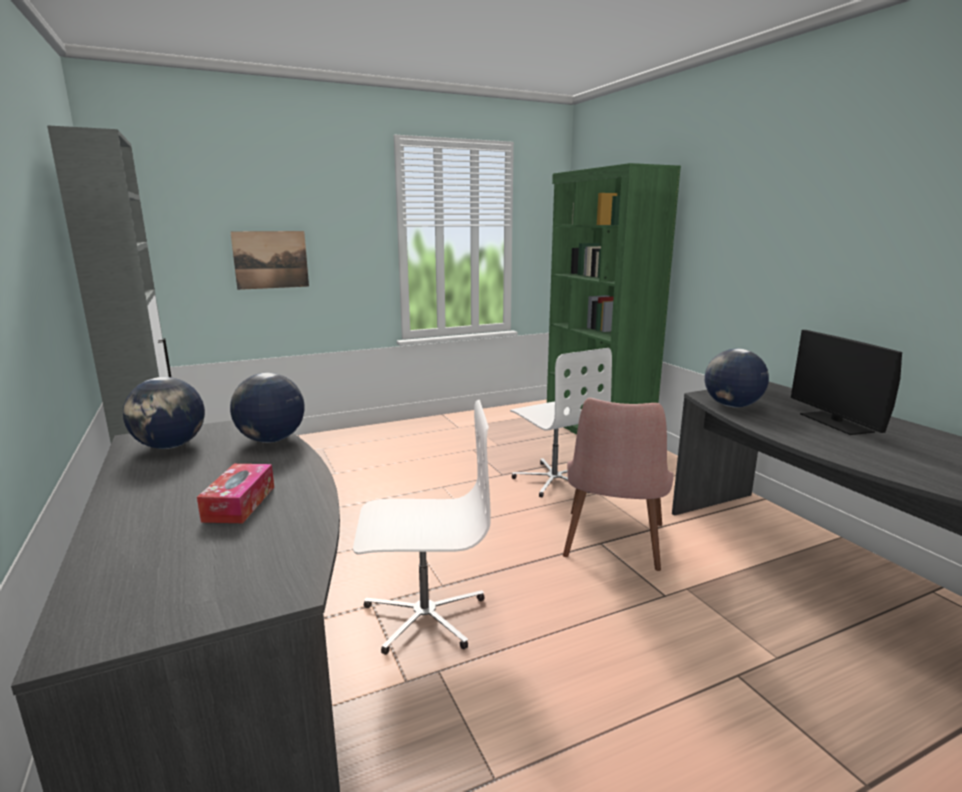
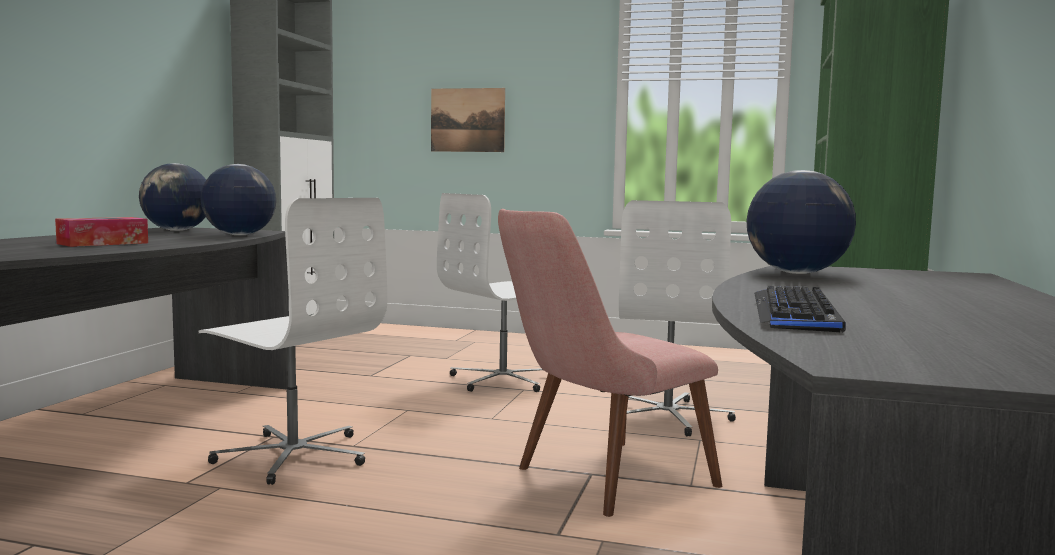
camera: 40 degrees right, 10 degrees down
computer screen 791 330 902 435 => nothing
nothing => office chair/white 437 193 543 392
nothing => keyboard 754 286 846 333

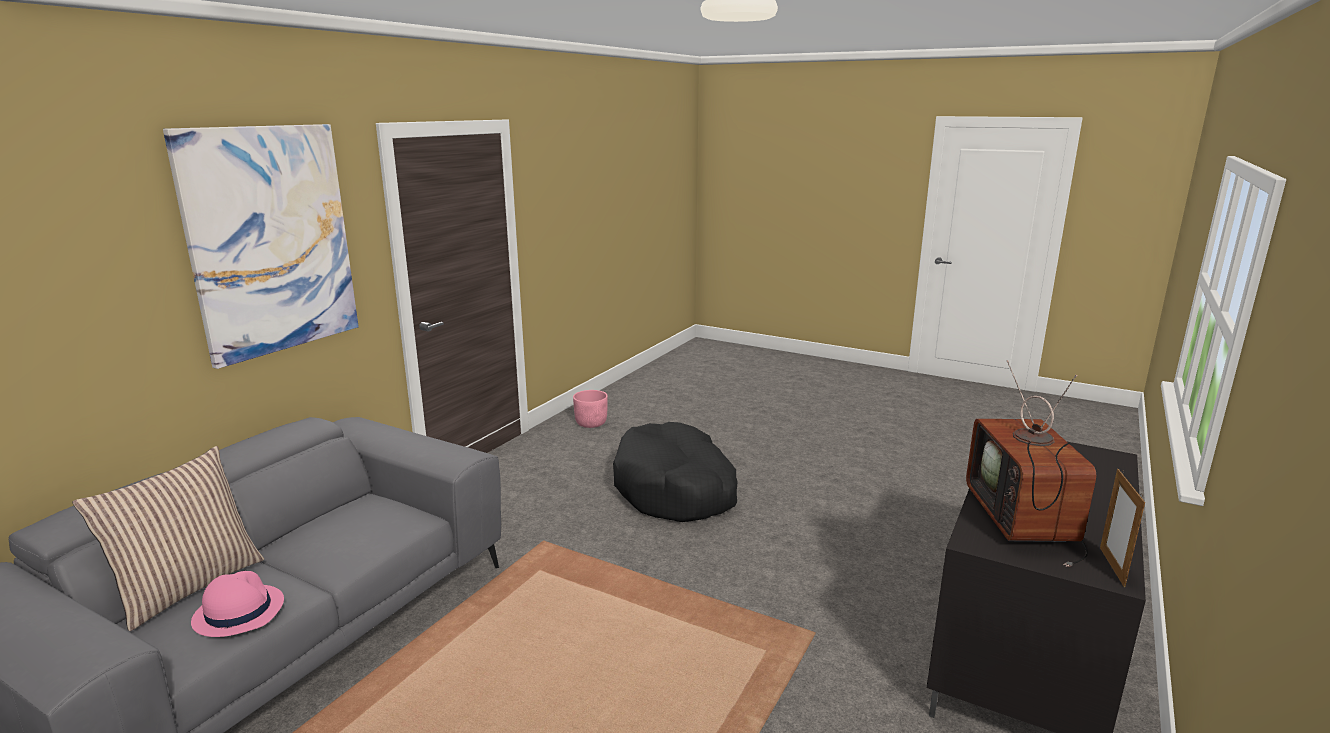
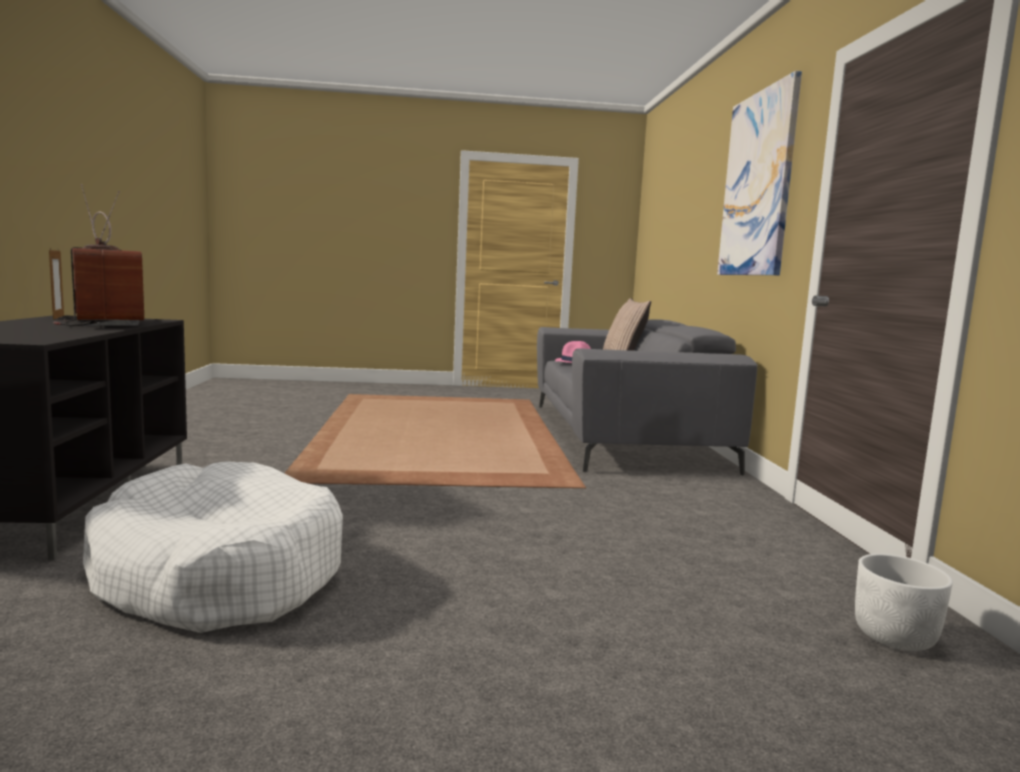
camera: 145 degrees right, 10 degrees down
dog bed/black 613 422 738 522 => nothing
nothing => dog bed/white 83 462 343 633
flower pot/pink 573 390 608 428 => flower pot/white 855 554 953 651

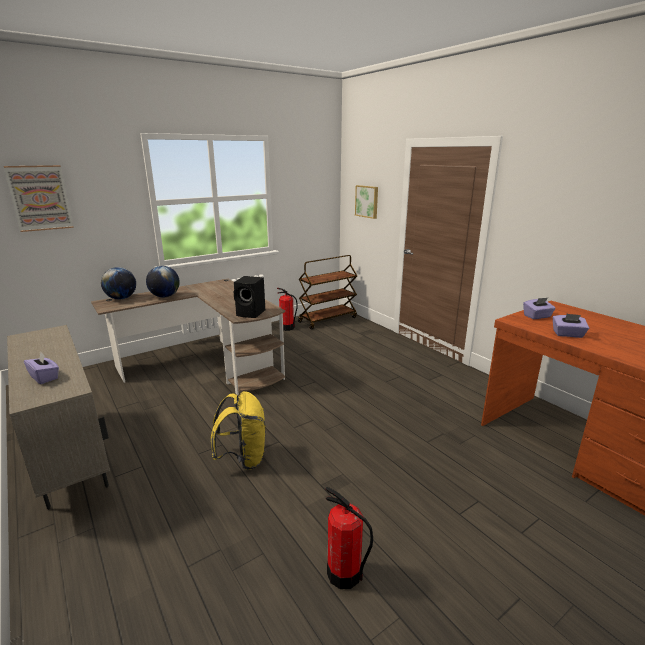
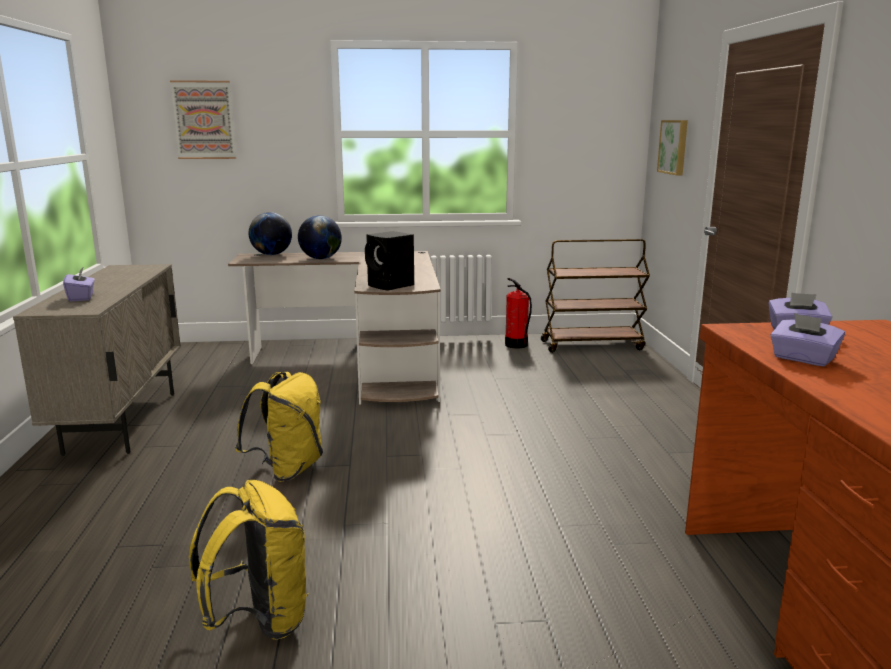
camera: 30 degrees right, 5 degrees down
extinguisher 325 487 373 589 => backpack/yellow-coloured 189 480 309 640

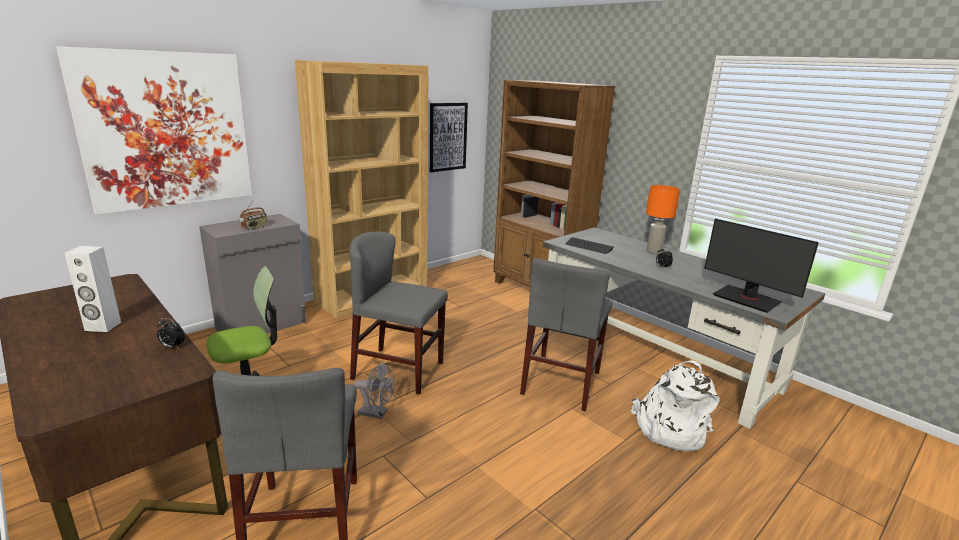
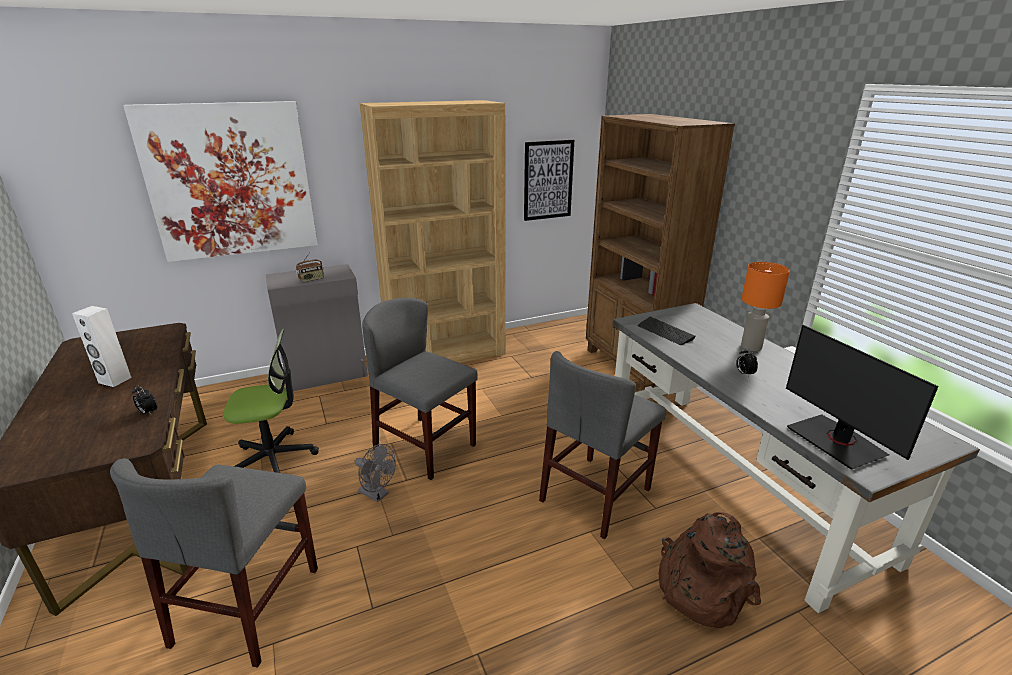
camera: 20 degrees right, 5 degrees up
backpack/white 631 361 720 452 => backpack/brown 658 512 761 628

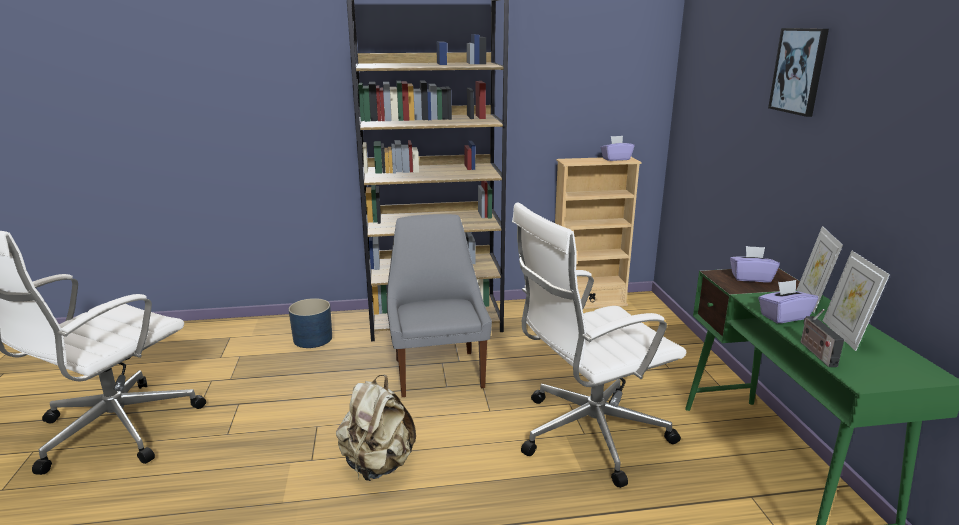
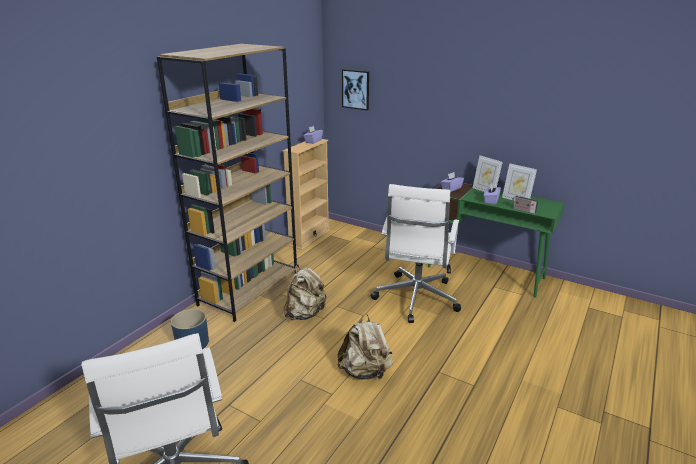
camera: 50 degrees left, 5 degrees up
wall art 768 28 829 117 => wall art 342 69 369 110, move
upright chair/gray 387 214 492 397 => backpack/beige-coloured 283 265 327 320

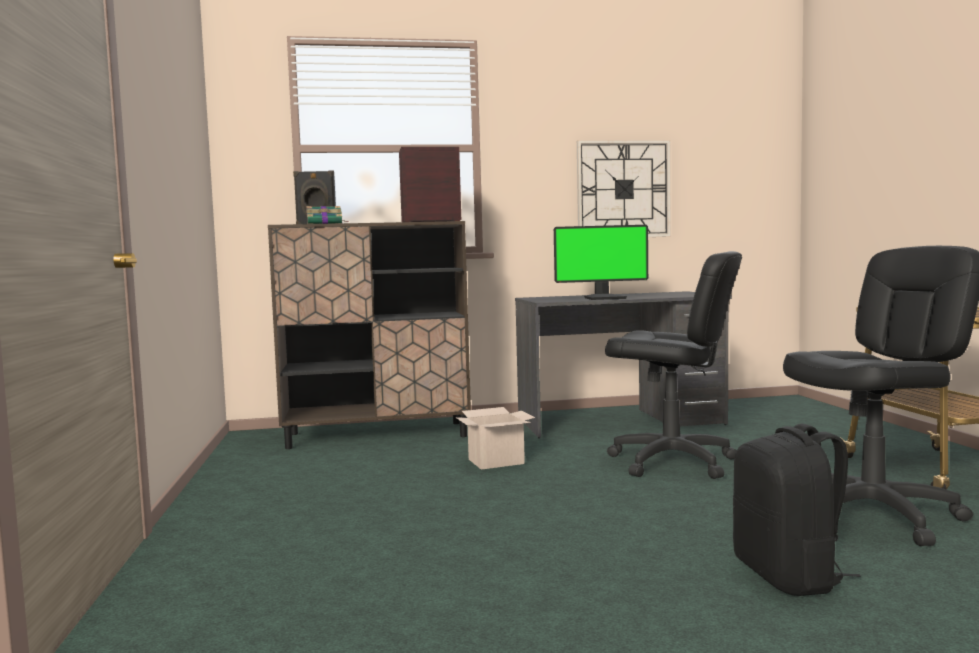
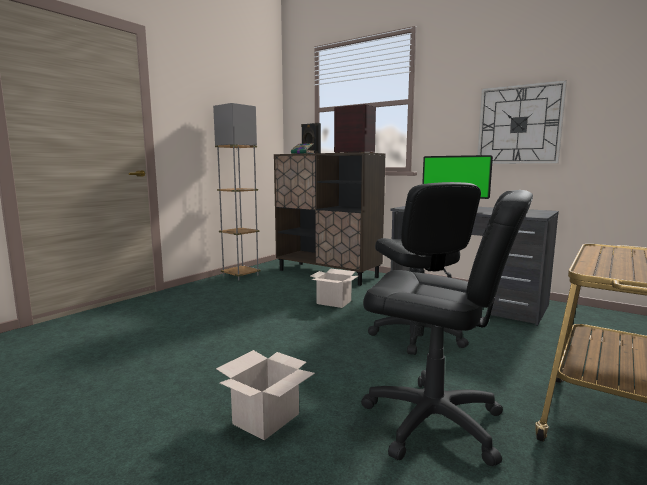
camera: 45 degrees right, 5 degrees up
nothing => standing lamp/gray 213 103 261 280
backpack/black 733 423 861 596 => carton 216 350 315 440

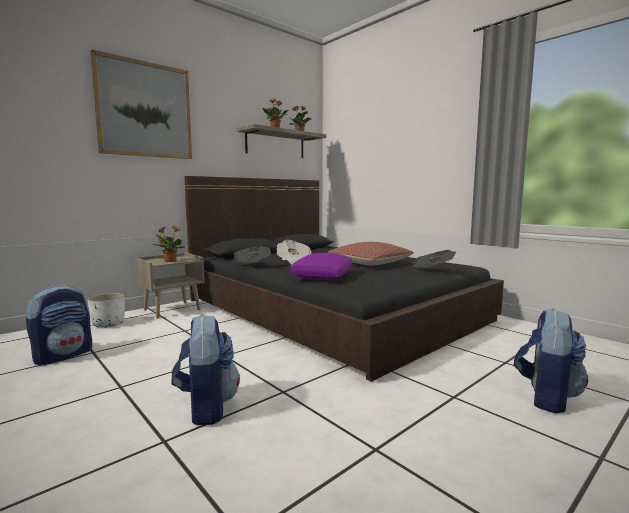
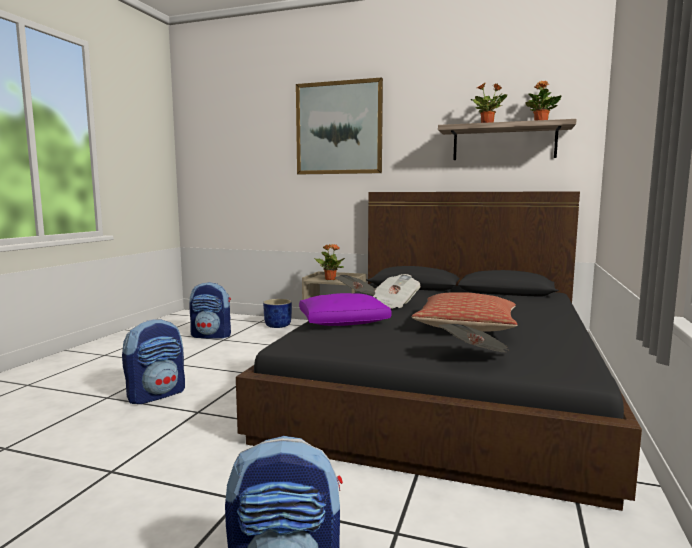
camera: 60 degrees right, 0 degrees up
flower pot/white 88 293 125 328 => flower pot/blue 263 299 292 328

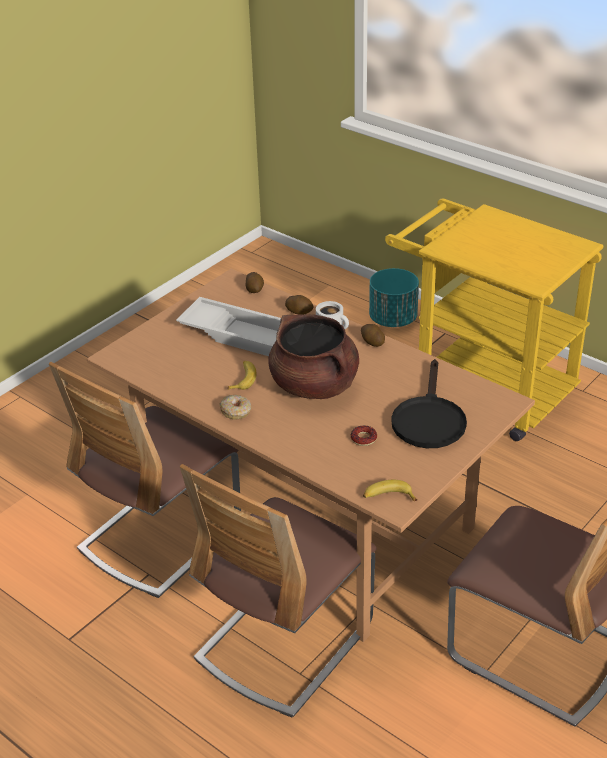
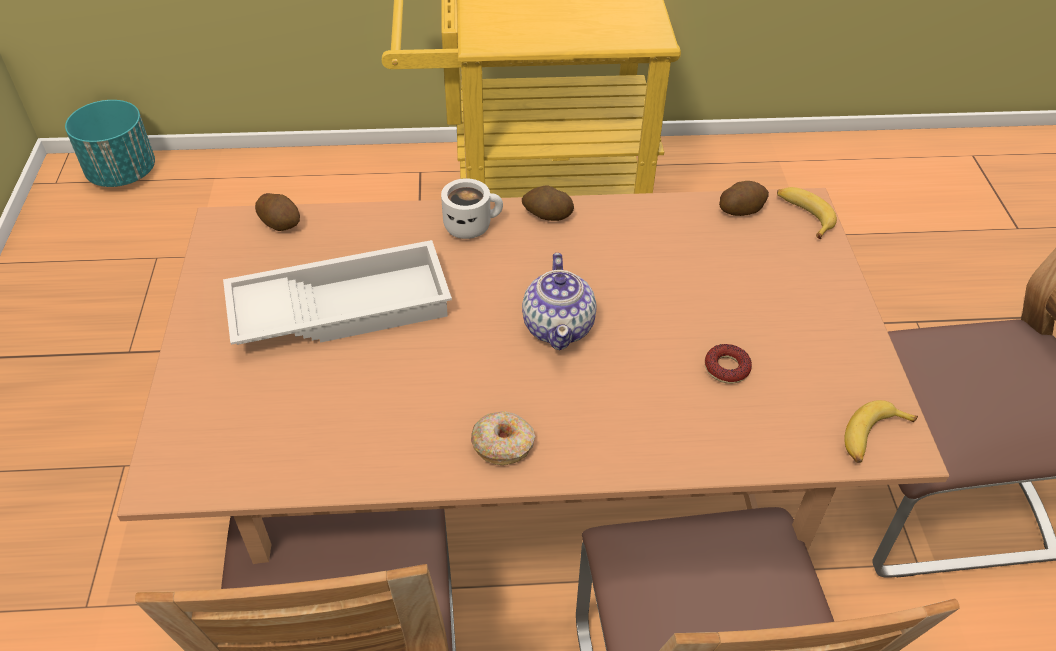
camera: 45 degrees left, 10 degrees up
pan/black 391 359 467 448 => nothing
banana 227 361 257 390 => banana 777 187 837 239, move
spud 285 295 314 315 => spud 719 181 769 216, move
flower pot/turquoise-coloured 369 268 419 327 => flower pot/turquoise-coloured 65 100 155 187, move
saucepot/brown 268 315 359 399 => teapot 522 253 597 350

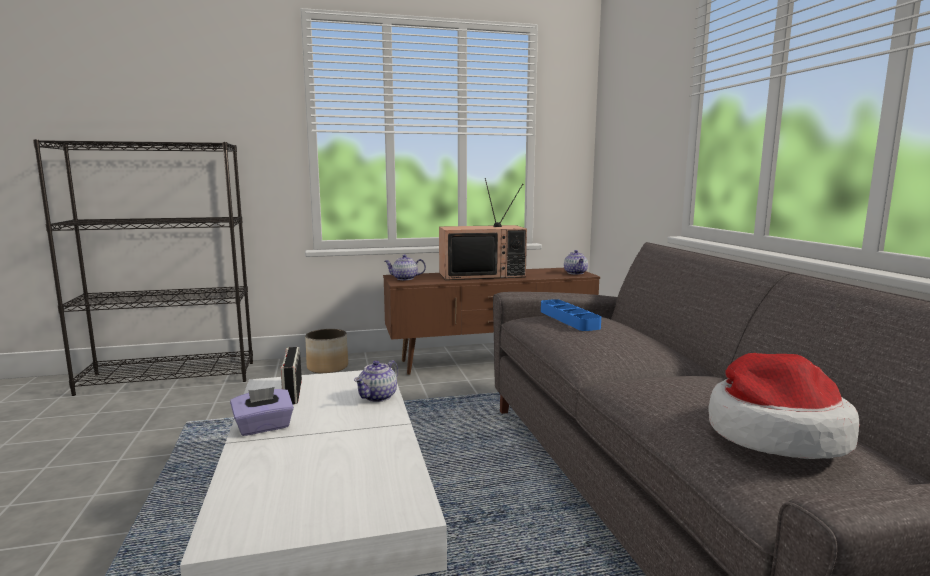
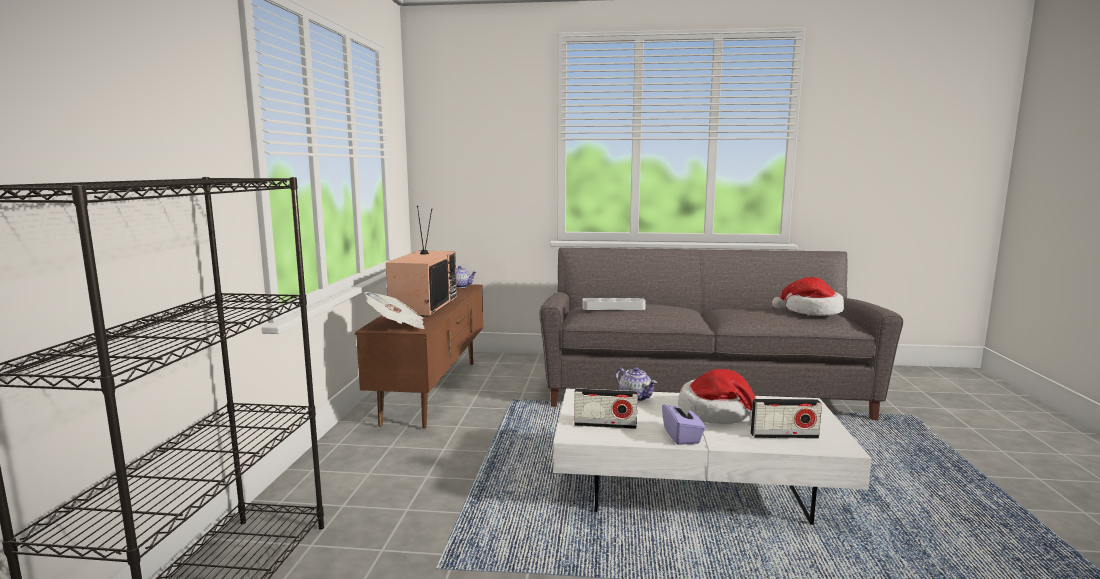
camera: 70 degrees left, 0 degrees up
flower pot 305 329 348 374 => nothing
nothing => clothing hat 678 369 756 424
nothing => radio receiver 751 399 822 438
teapot 384 254 426 280 => daily paper 365 292 424 329
carrying tray/blue 541 299 601 331 => carrying tray/gray 582 298 646 310

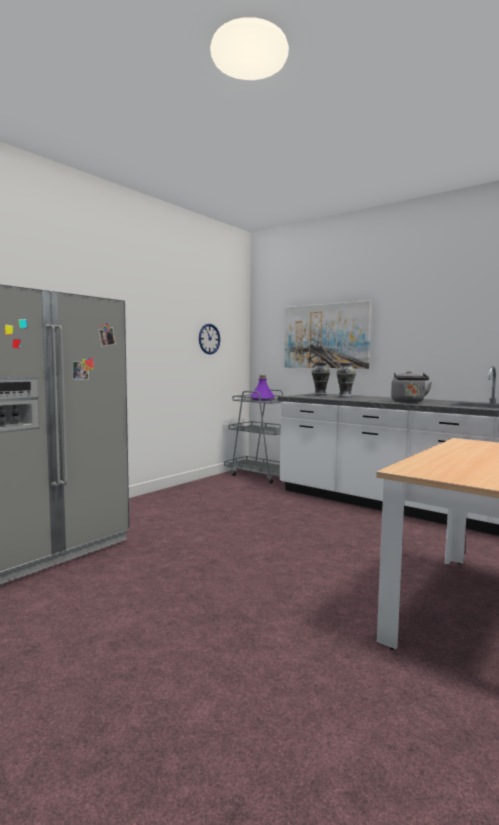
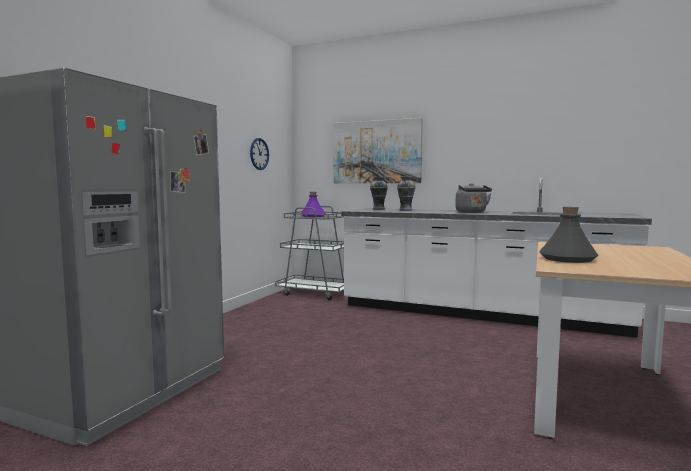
camera: 15 degrees left, 0 degrees up
nothing => drink bottle/gray 539 207 599 263

